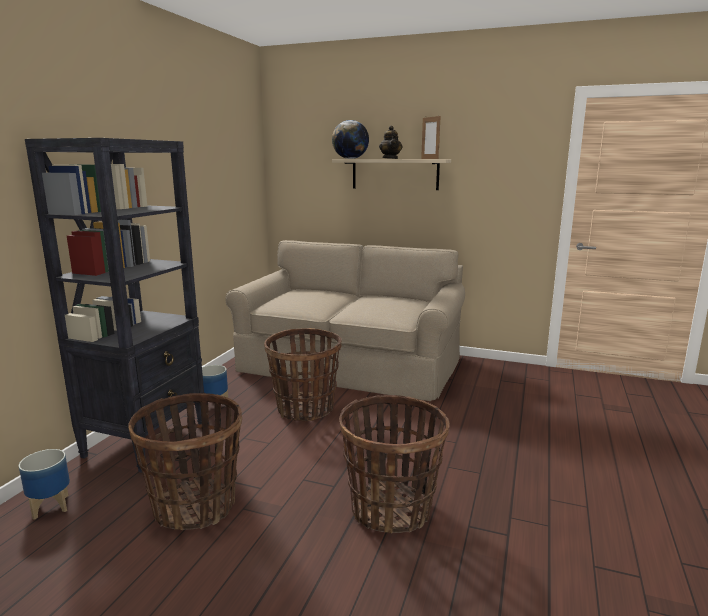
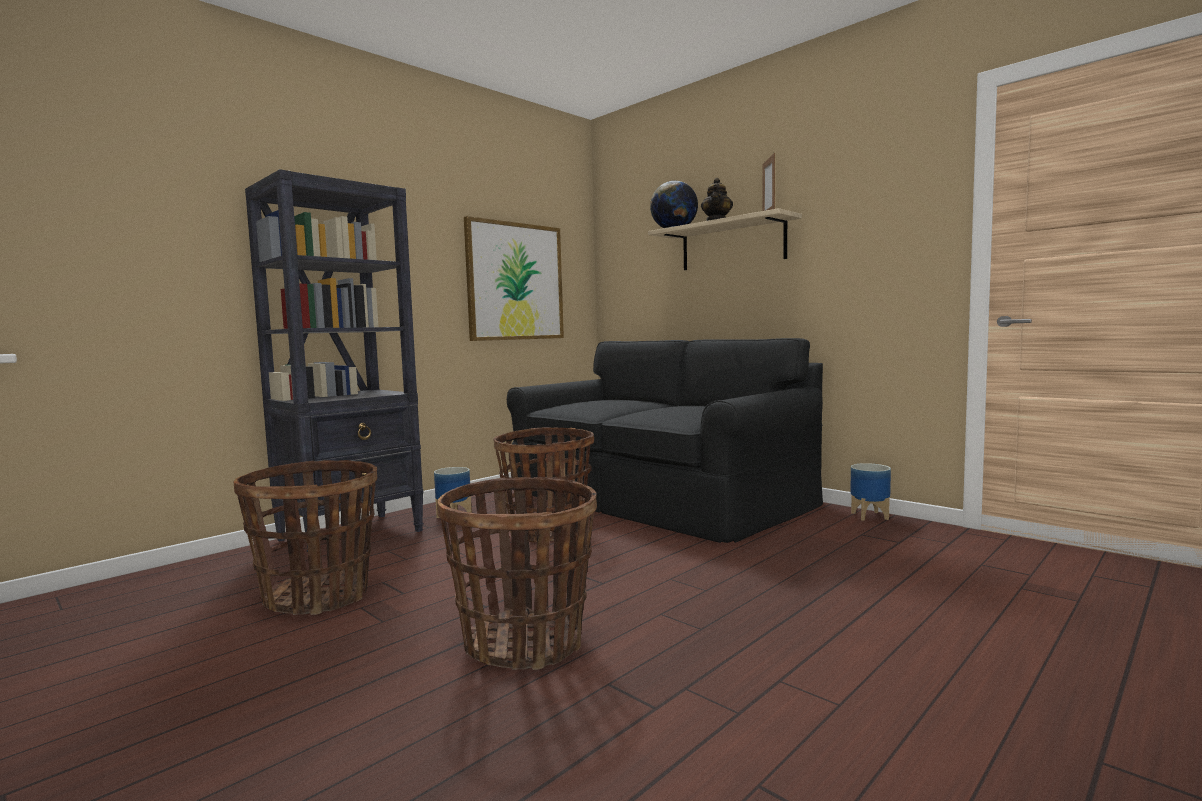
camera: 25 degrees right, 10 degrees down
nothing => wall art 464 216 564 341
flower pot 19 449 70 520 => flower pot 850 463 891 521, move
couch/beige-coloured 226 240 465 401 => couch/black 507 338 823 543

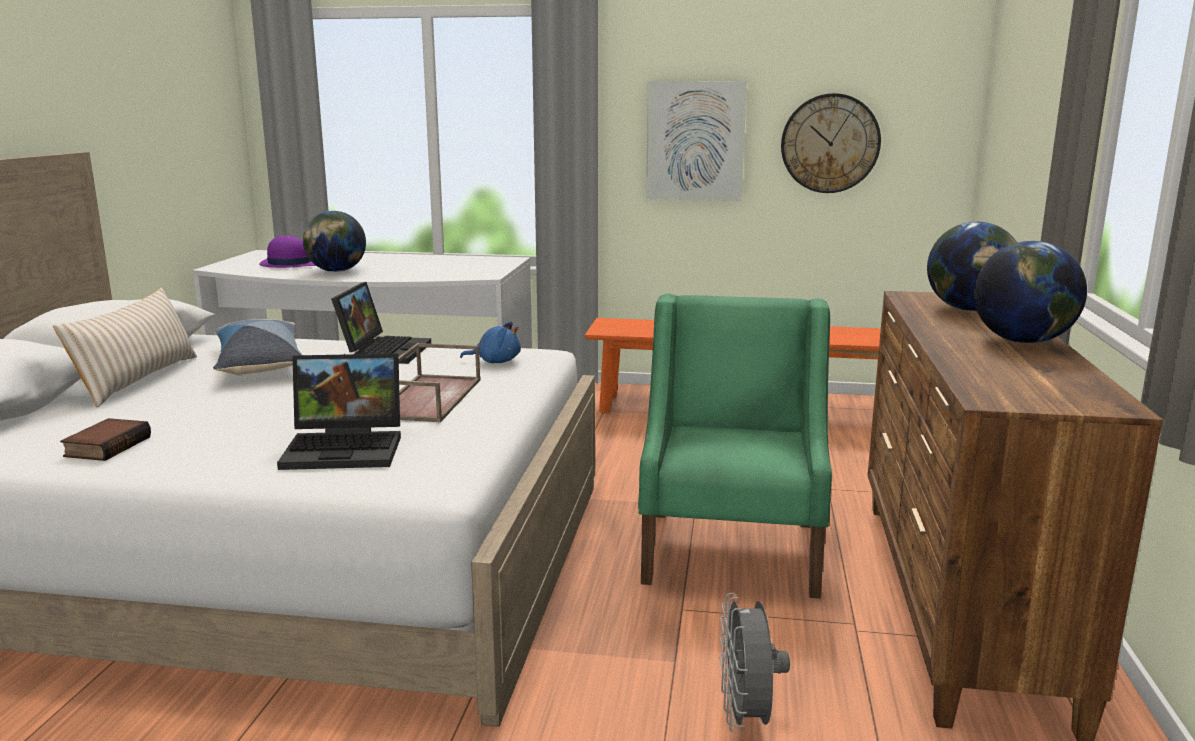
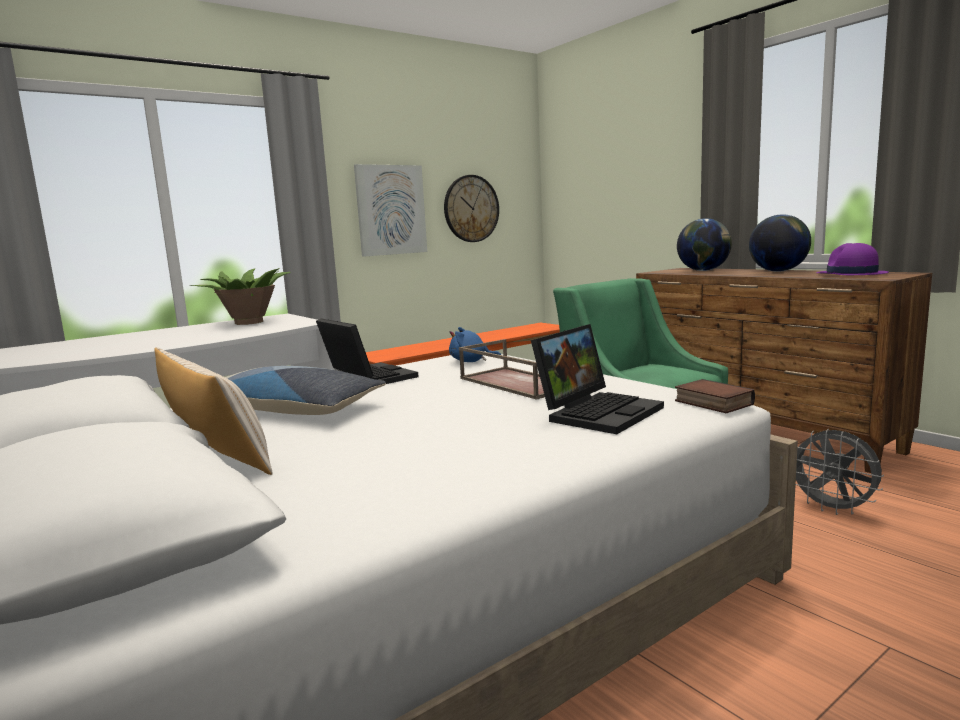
camera: 45 degrees left, 5 degrees down
world globe 303 211 366 272 => nothing
nothing => houseplant 189 268 291 325
bound book 60 418 151 461 => bound book 675 379 755 413, move
clothing hat/purple-coloured 259 235 316 268 => clothing hat/purple-coloured 817 243 889 275, move
plush toy/blue 460 322 521 363 => plush toy/blue 449 327 501 362, 135 degrees counterclockwise

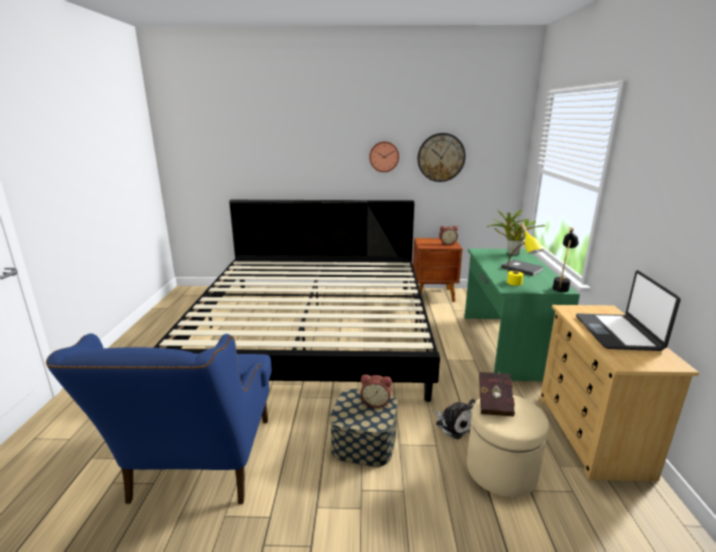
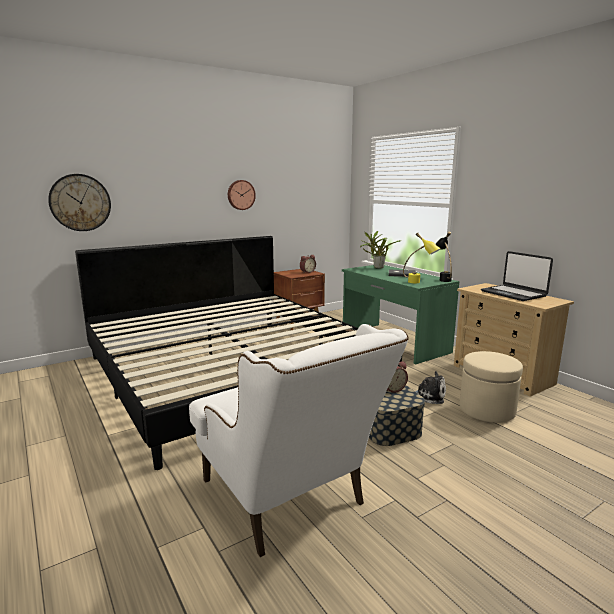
camera: 35 degrees left, 5 degrees down
bound book/red-coloured 479 371 515 417 => nothing
hanging clock 418 133 466 182 => hanging clock 48 174 111 231, move
lounge chair/blue 46 333 272 504 => lounge chair/white 189 324 409 557

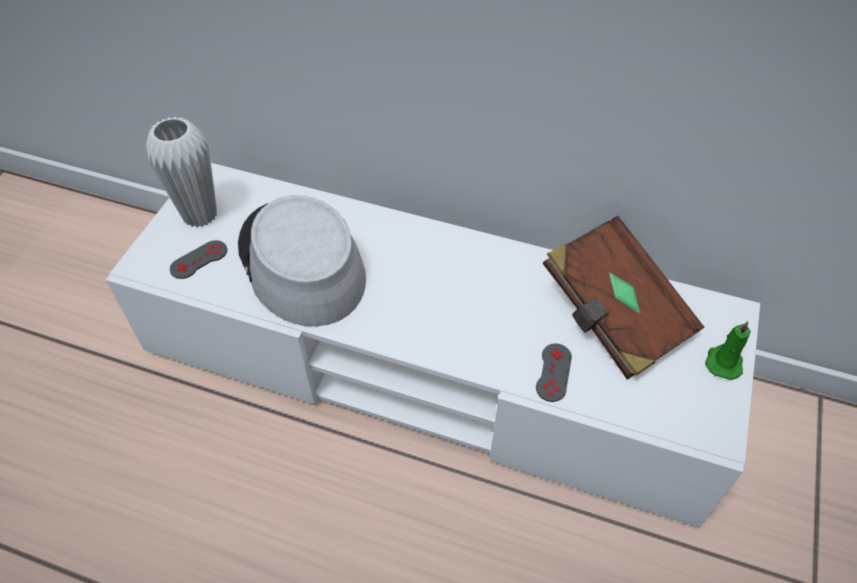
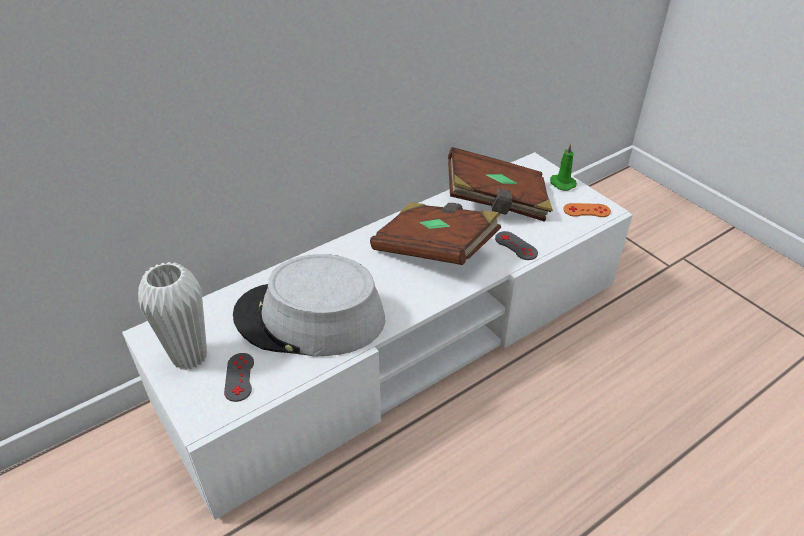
camera: 55 degrees left, 10 degrees down
nothing => bound book/brown 370 202 501 265
nothing => game controller/orange 563 203 611 217

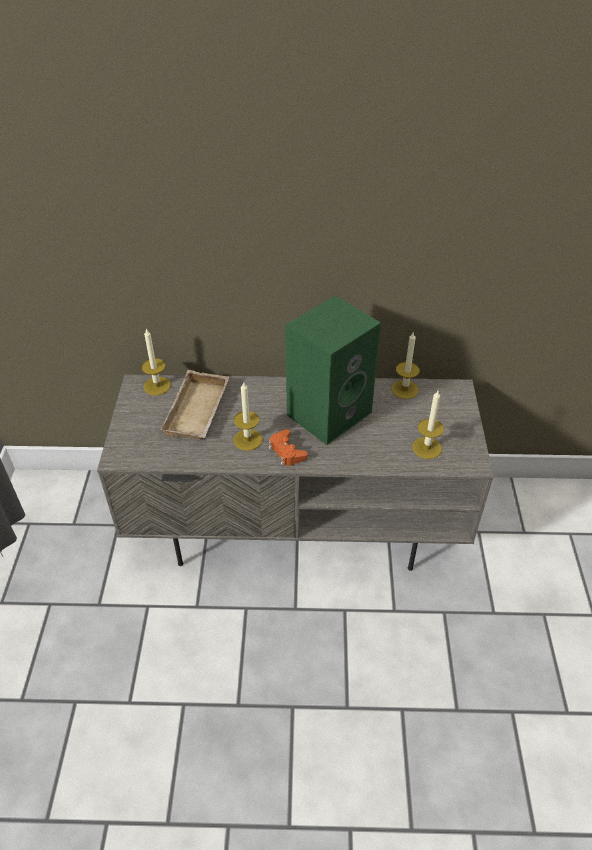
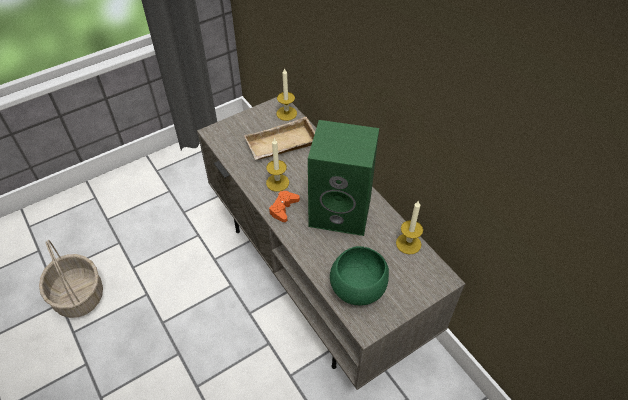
camera: 55 degrees right, 5 degrees up
nothing => household basket 39 240 103 318
wax light 412 391 444 459 => deep dish/green 330 246 389 305

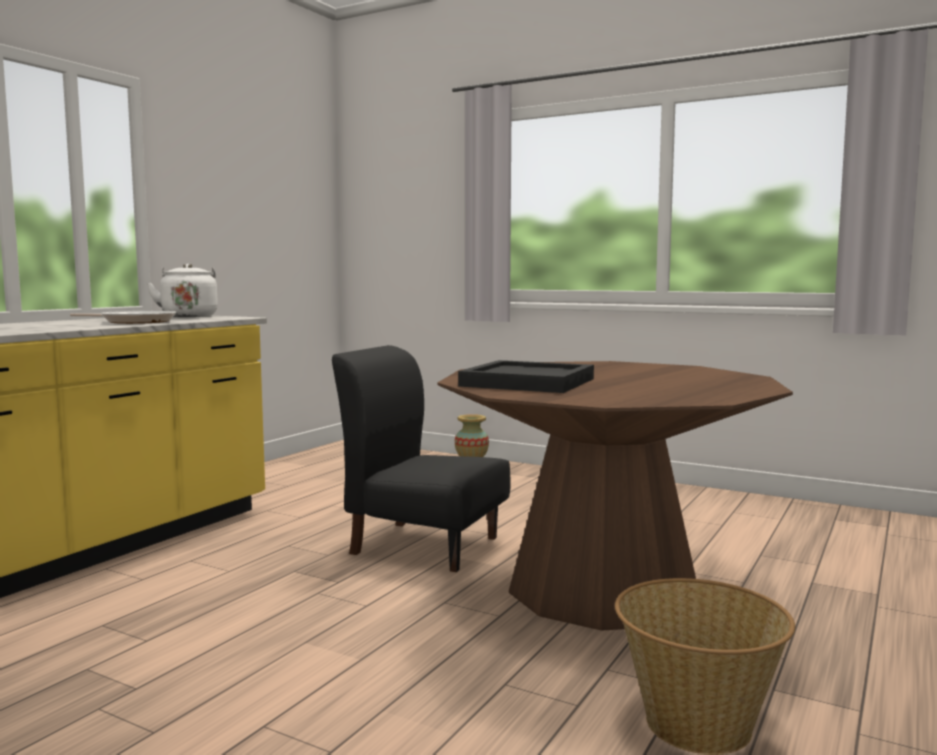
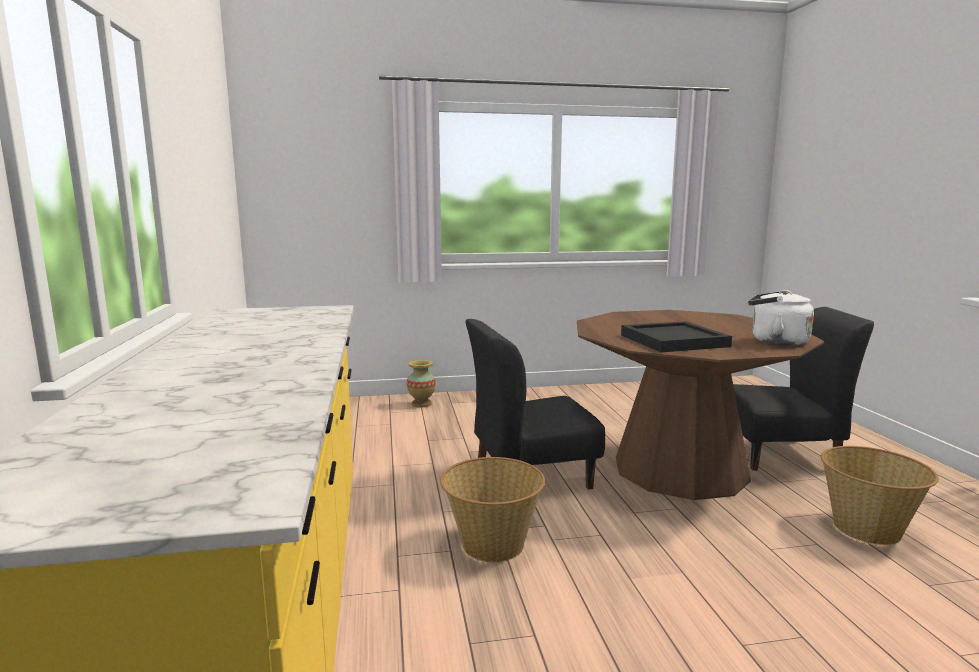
camera: 40 degrees left, 5 degrees up
pan 70 311 176 324 => nothing
nothing => household basket 440 457 545 562
nothing => upright chair/black 733 307 874 470
tea kettle/white 147 264 218 317 => tea kettle/white 748 290 814 346, move

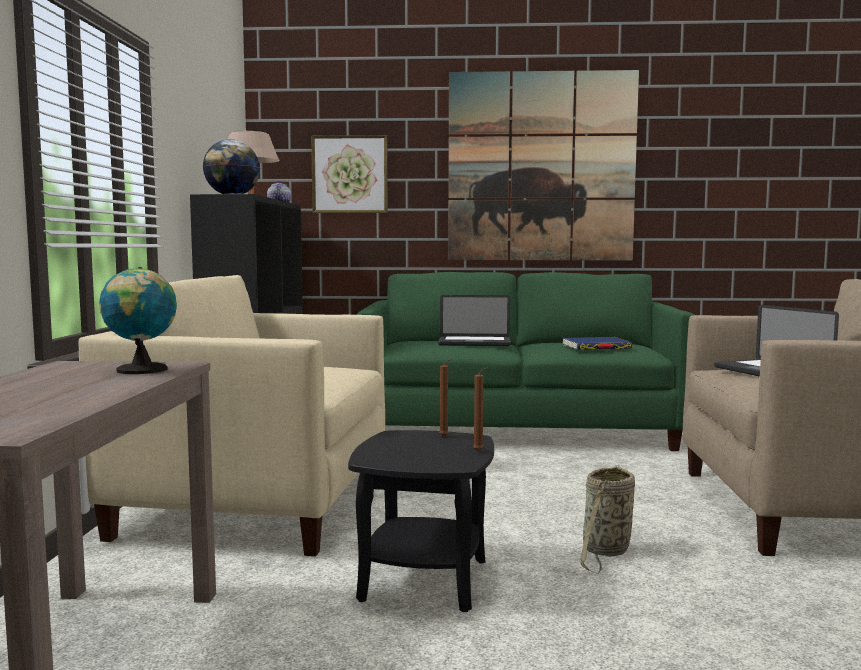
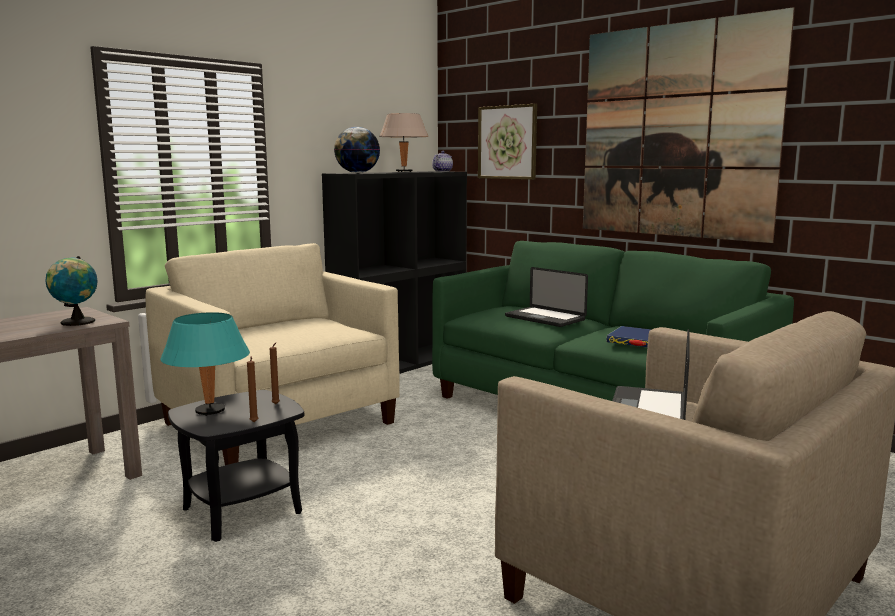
camera: 40 degrees right, 5 degrees up
household basket 581 465 635 574 => nothing
nothing => table lamp/turquoise-coloured 160 312 250 416

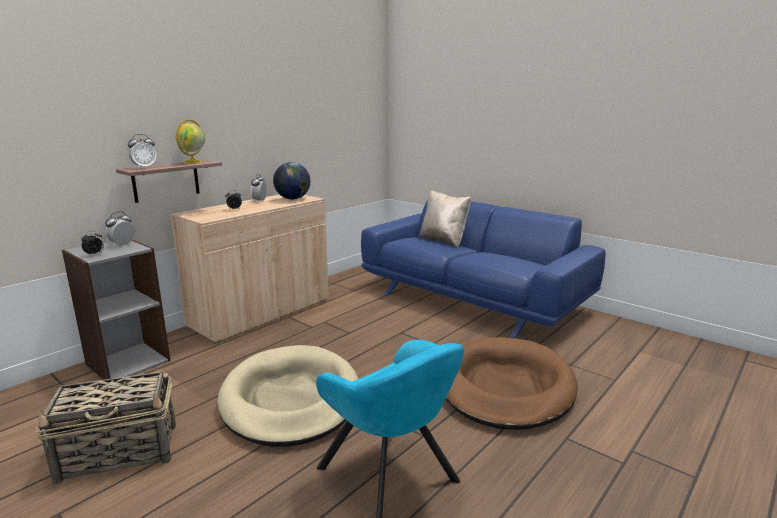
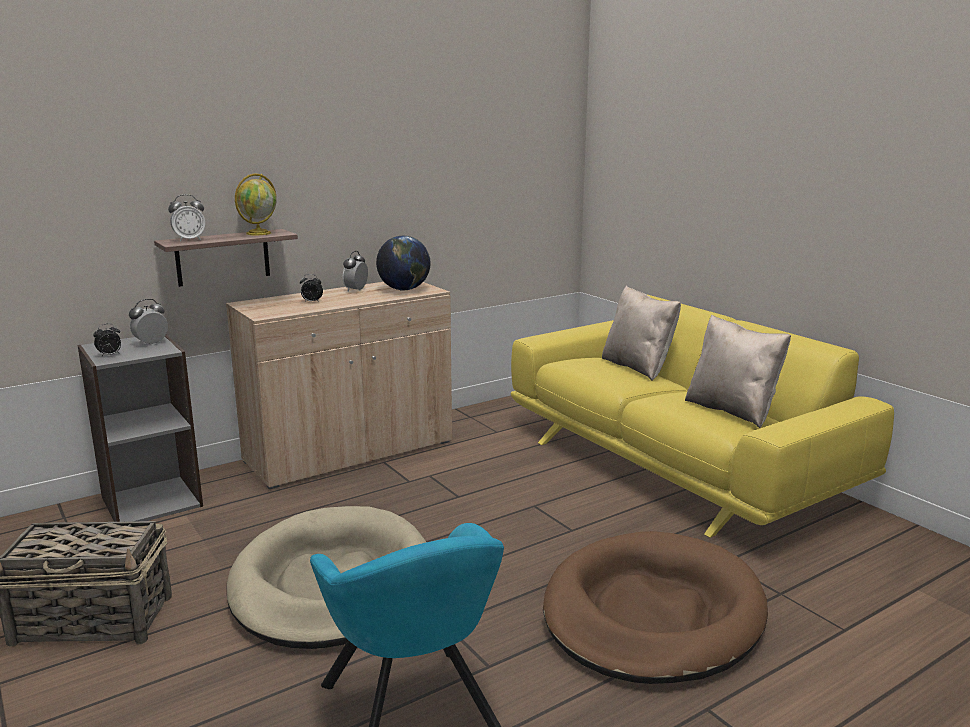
camera: 15 degrees right, 0 degrees up
nothing => pillow/beige-coloured 685 315 791 428
couch/blue 361 200 605 338 => couch/yellow-coloured 511 294 894 538

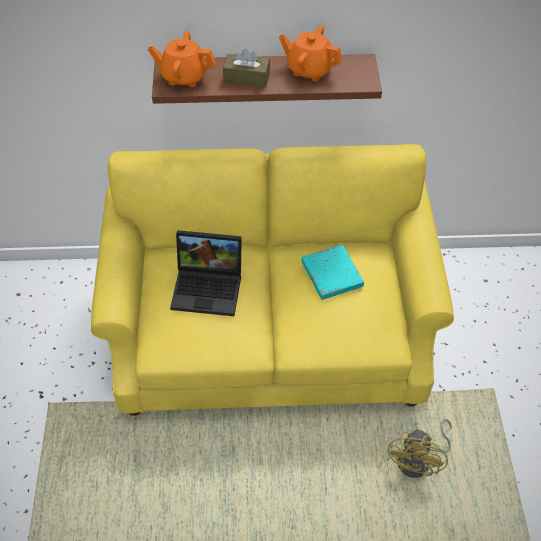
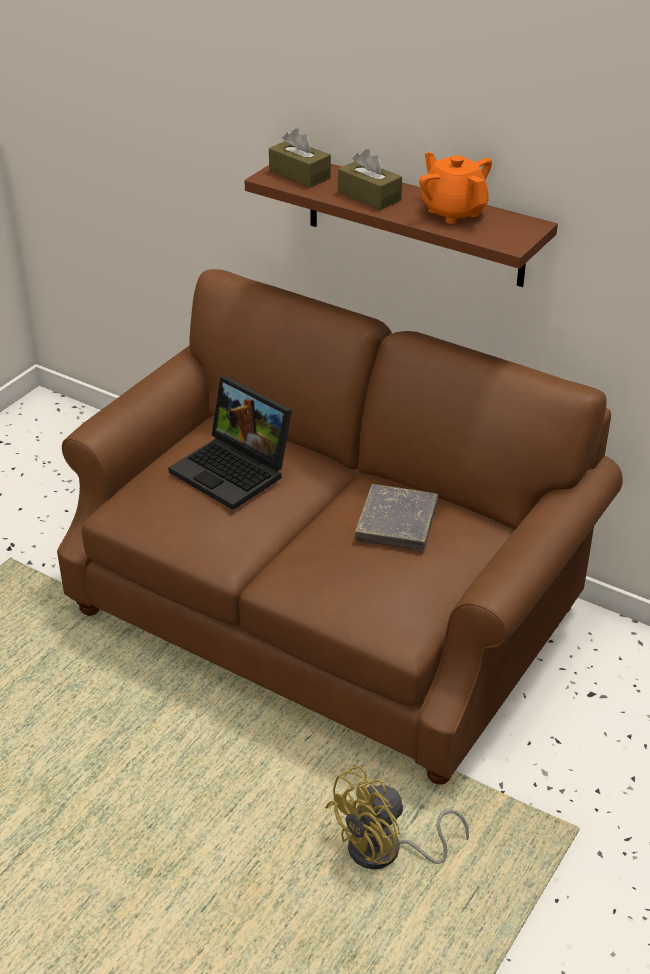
camera: 35 degrees right, 15 degrees down
teapot/orange 148 31 216 87 => tissue holder/brown 269 128 331 188
couch/yellow-coloured 91 144 454 416 => couch/brown 57 269 623 785
bound book/turquoise-coloured 301 245 364 300 => bound book/gray 355 484 438 551

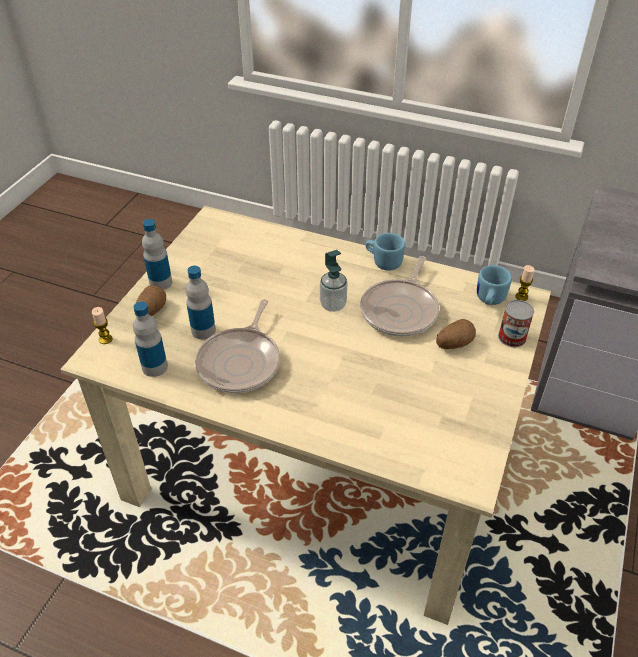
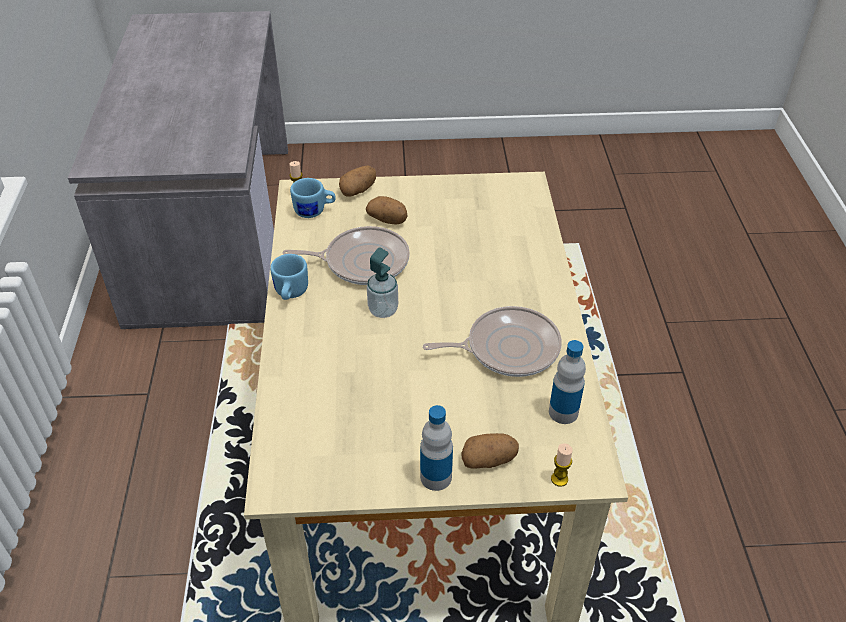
camera: 115 degrees left, 0 degrees up
drink bottle 186 266 216 339 => nothing
sealed can 498 300 534 347 => spud 339 166 376 197

